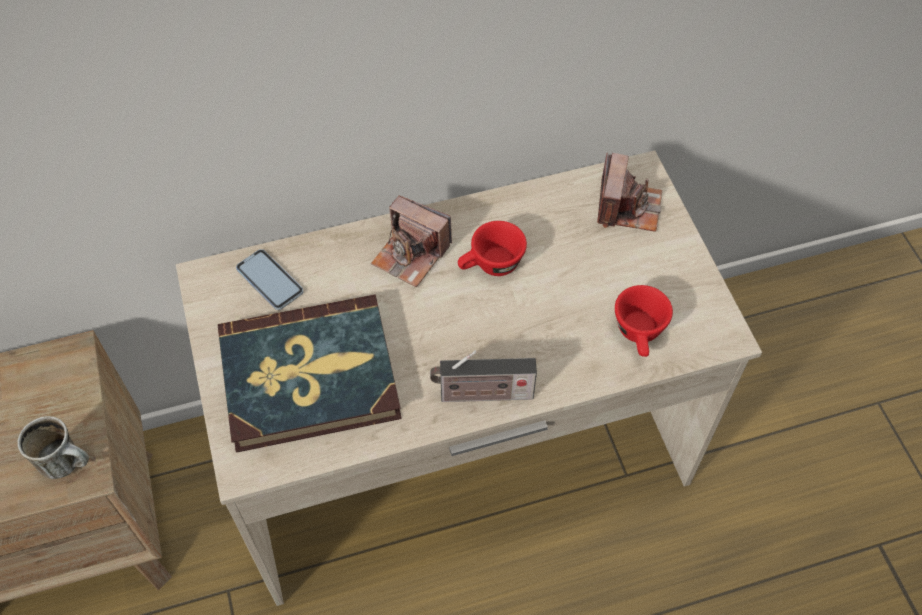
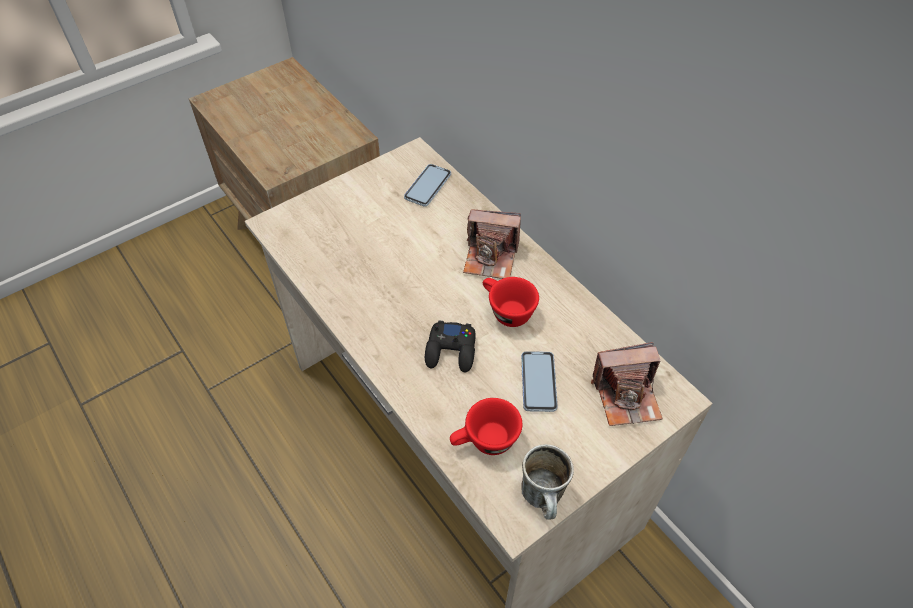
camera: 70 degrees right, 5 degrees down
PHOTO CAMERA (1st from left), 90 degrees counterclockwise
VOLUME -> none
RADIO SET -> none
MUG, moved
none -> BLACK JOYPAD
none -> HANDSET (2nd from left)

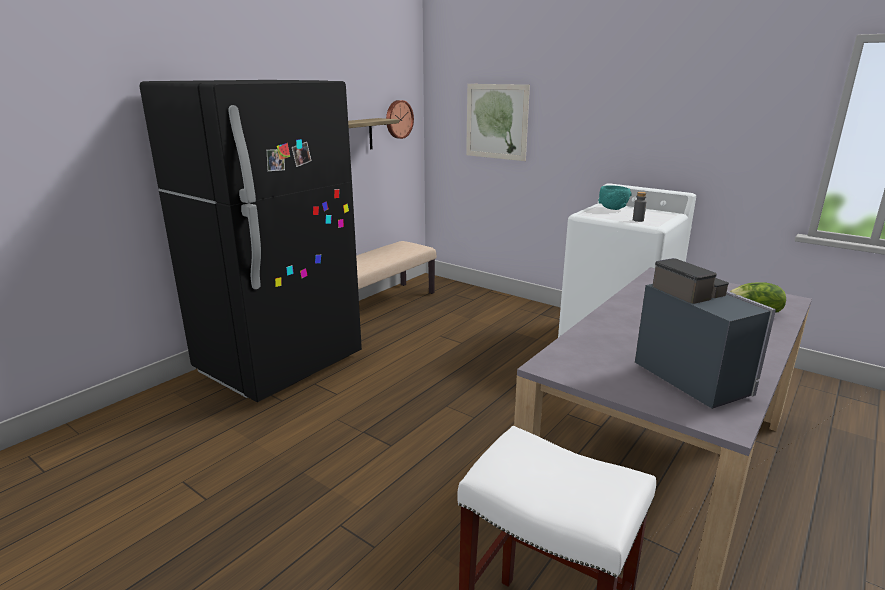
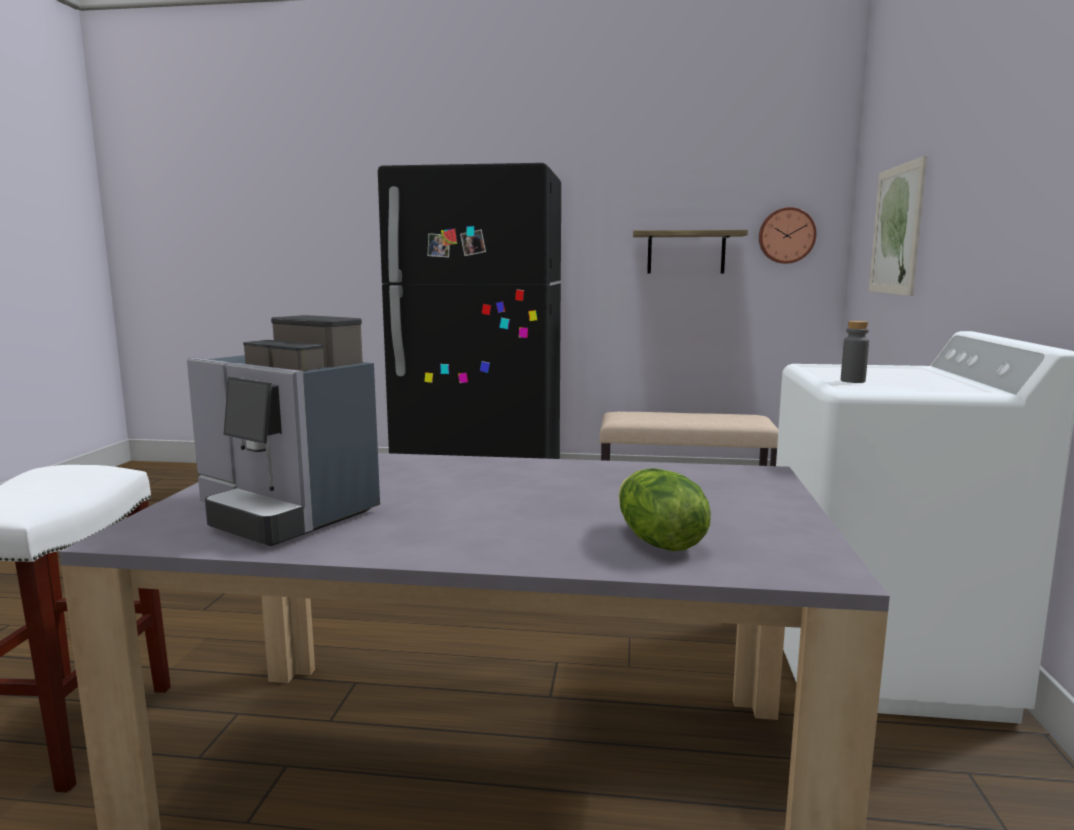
camera: 60 degrees right, 10 degrees down
TURQUOISE-COLOURED DEEP DISH -> none
COFFEE BREWER, 90 degrees clockwise

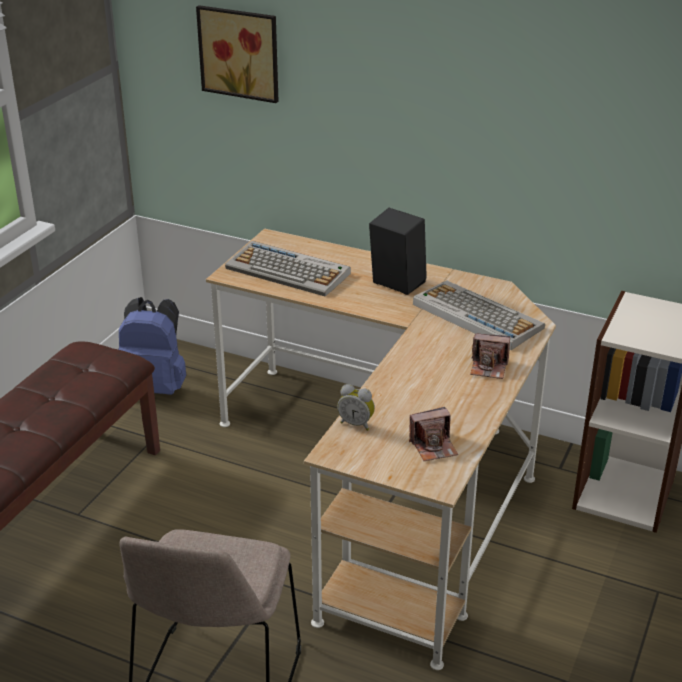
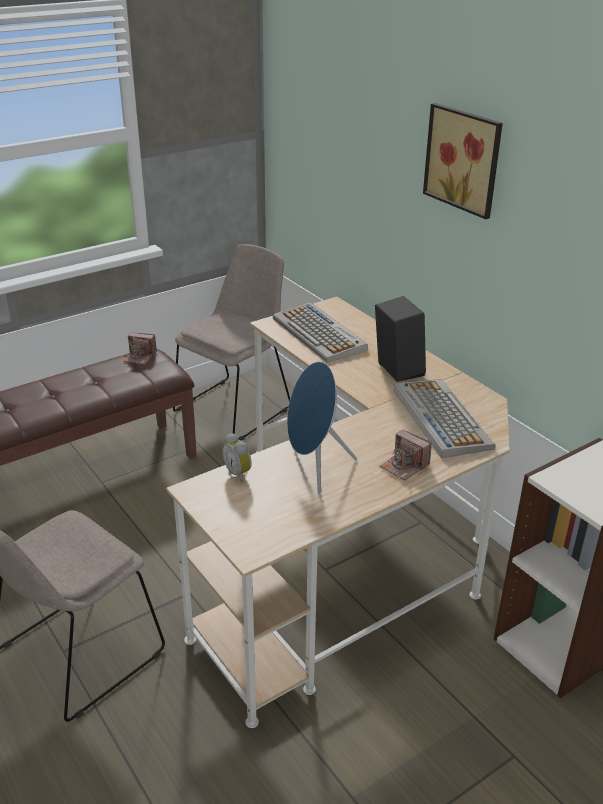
camera: 30 degrees right, 0 degrees up
PICTURE, moved
BLUE KNAPSACK -> BEIGE PLAIN CHAIR (2nd from left)
PHOTO CAMERA (1st from left), moved
none -> BLUE SPEAKER

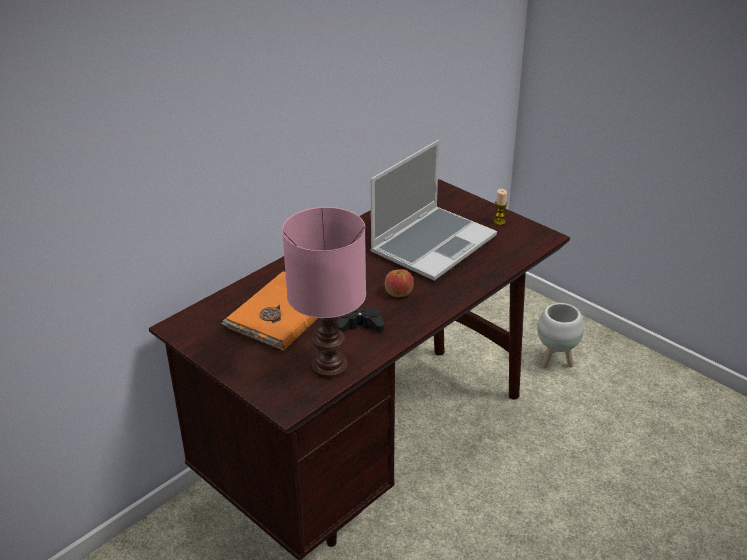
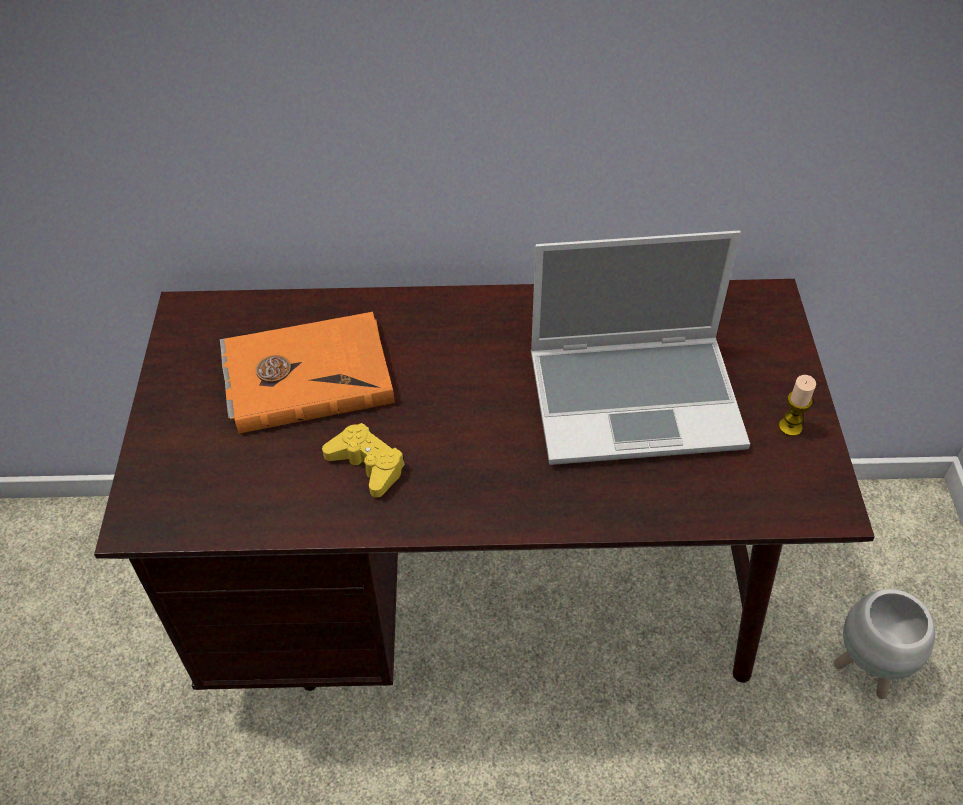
camera: 45 degrees right, 15 degrees up
PINKISH LAMP FOR A TABLE -> none
APPLE FRUIT -> none
BLACK JOYPAD -> YELLOWISH JOYPAD

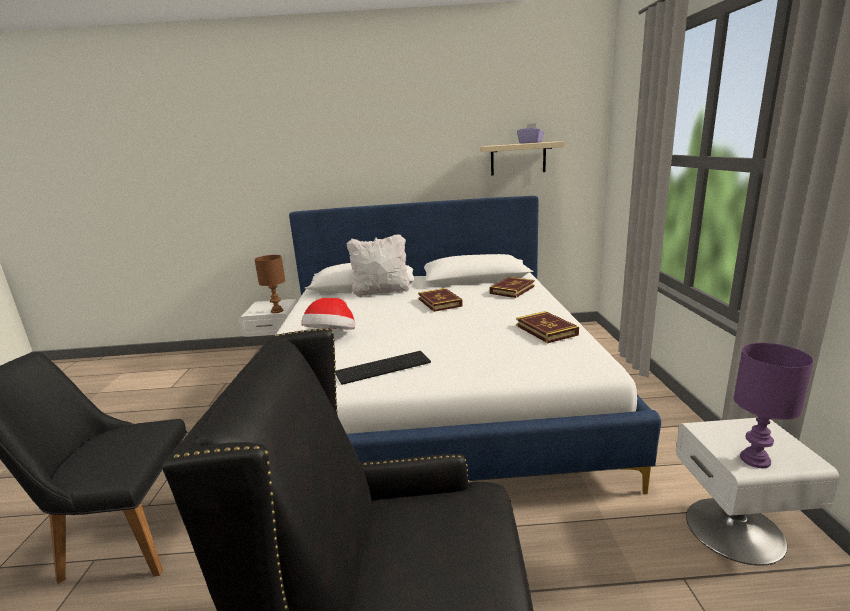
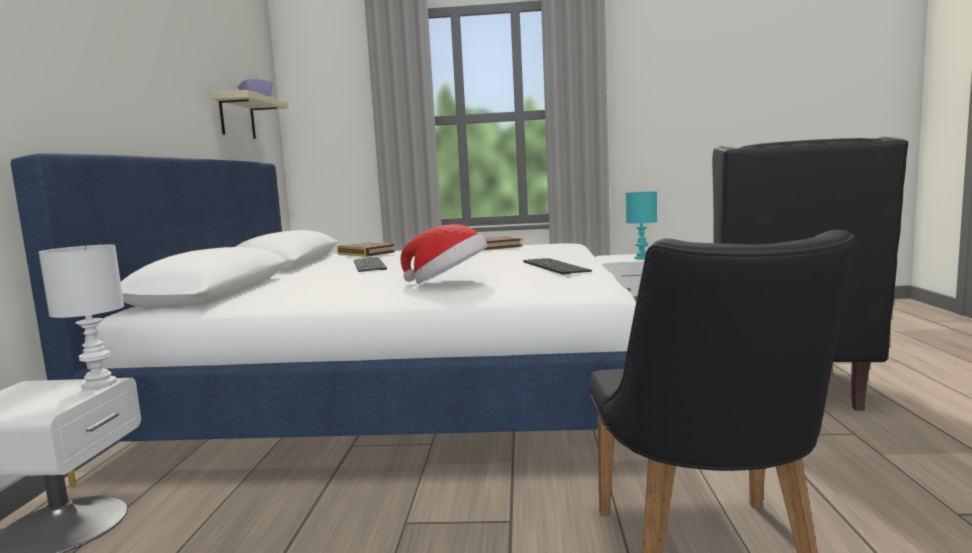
camera: 85 degrees left, 10 degrees down
WHITE-COLOURED THROW PILLOW -> none
BROWN-COLOURED LAMP FOR A TABLE -> WHITE-COLOURED LAMP FOR A TABLE
VOLUME (1st from left) -> PC KEYBOARD (1st from left)
PURPLE-COLOURED LAMP FOR A TABLE -> TURQUOISE-COLOURED LAMP FOR A TABLE

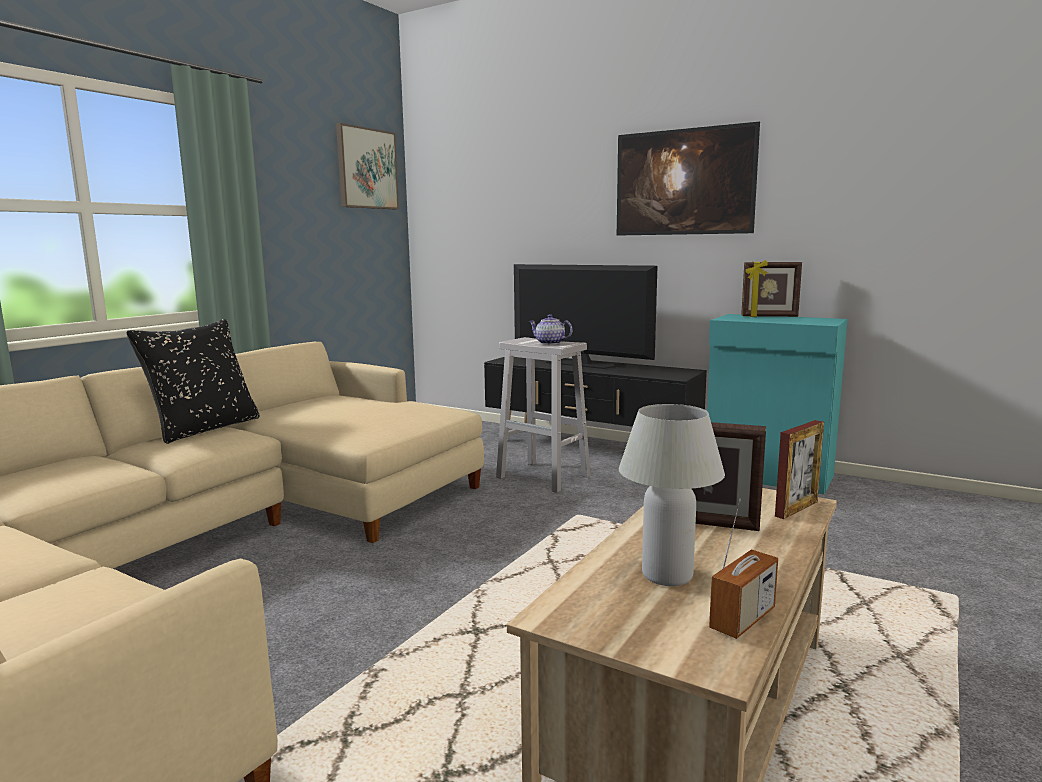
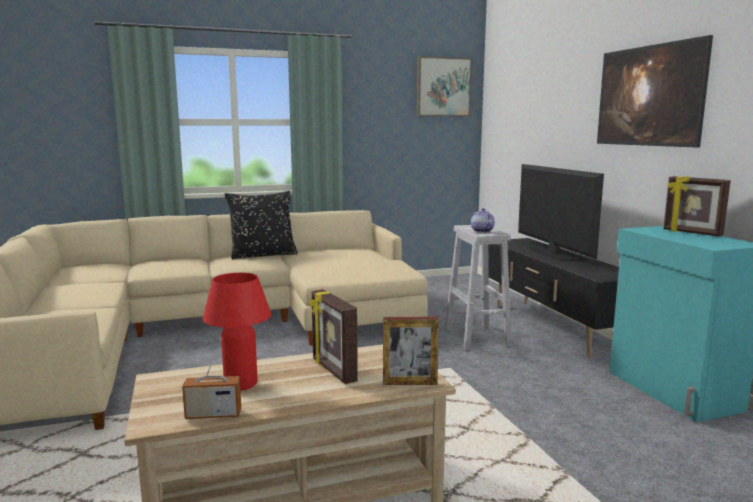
camera: 40 degrees right, 0 degrees up
WHITE-COLOURED LAMP FOR A TABLE -> RED LAMP FOR A TABLE

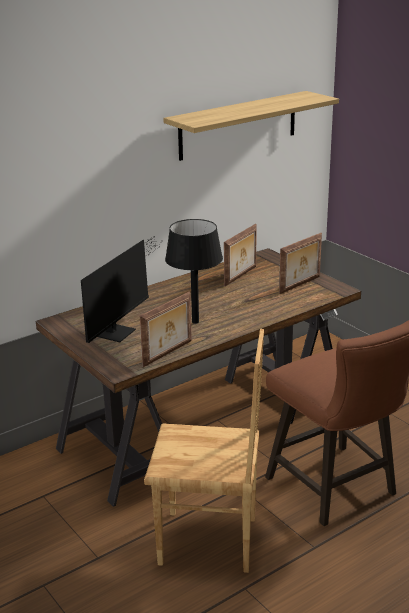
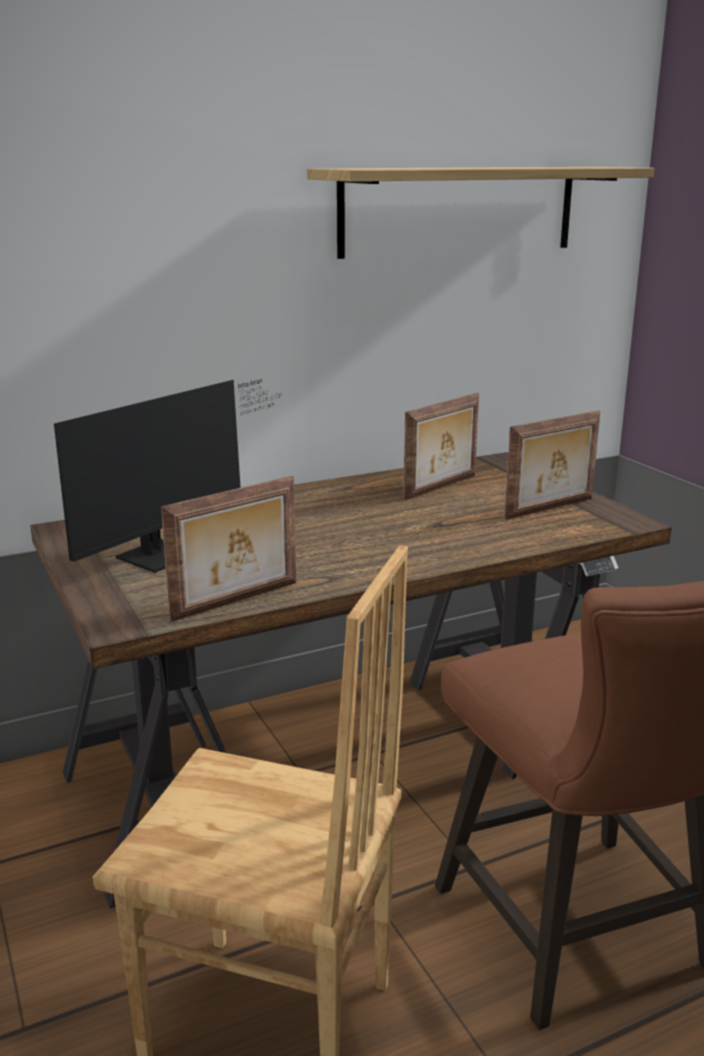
camera: 10 degrees right, 5 degrees down
BLACK LAMP FOR A TABLE -> none

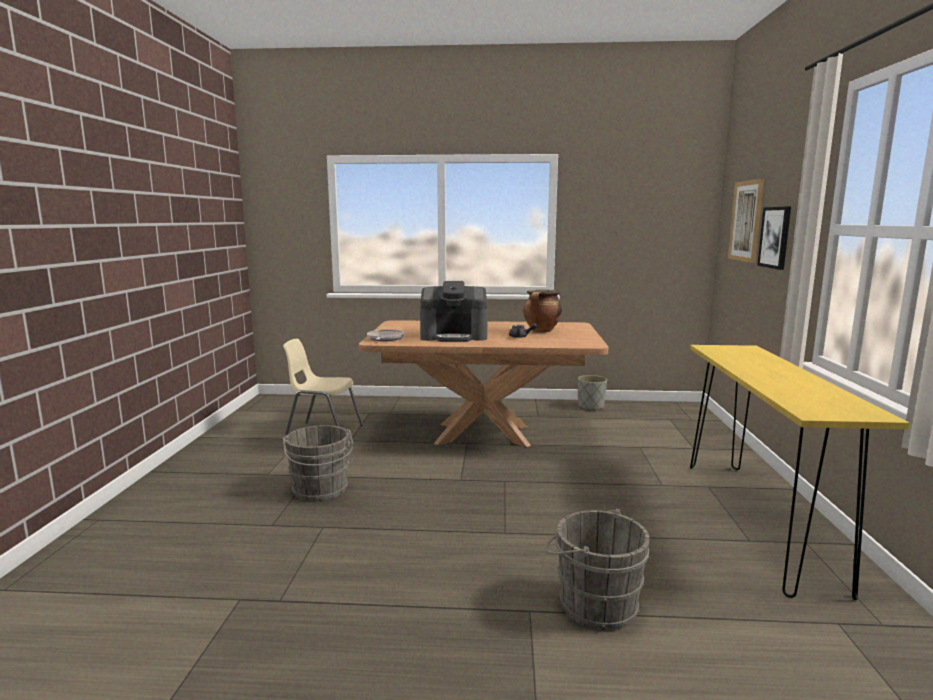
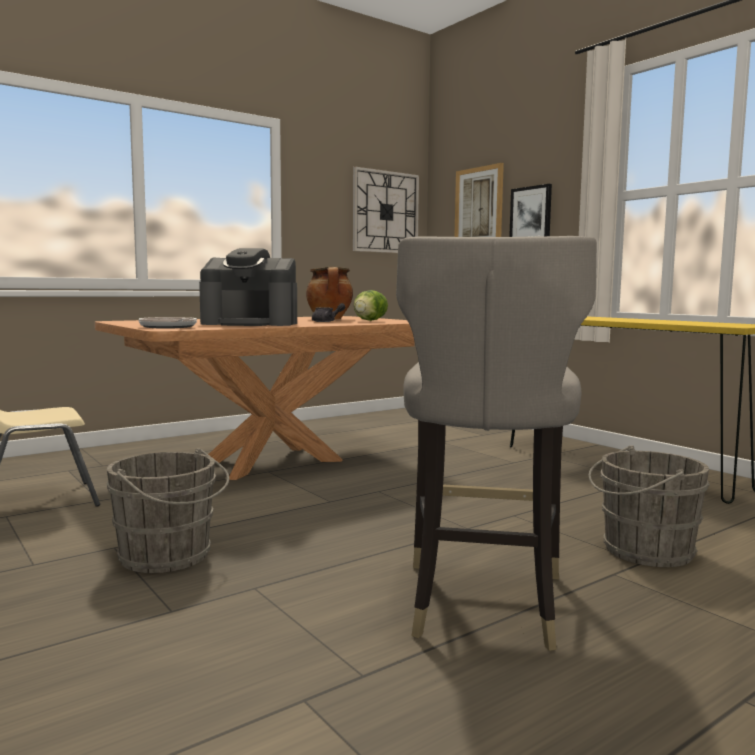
camera: 40 degrees left, 5 degrees down
COFFEE BREWER, 45 degrees clockwise
GREY FLOWER POT -> none
none -> WALL CLOCK
none -> GREY STOOL
none -> LETTUCE HEAD

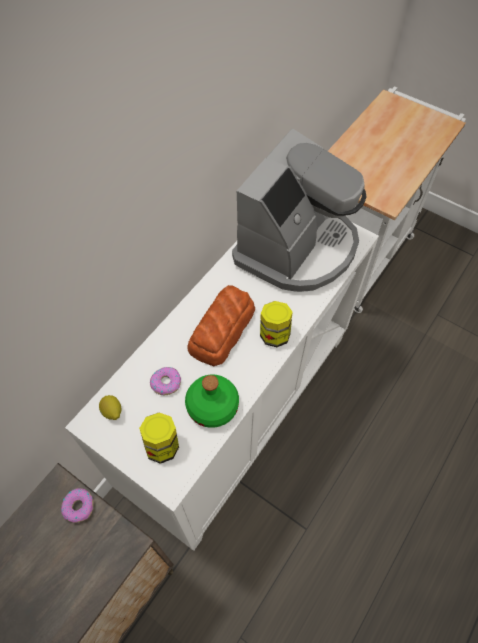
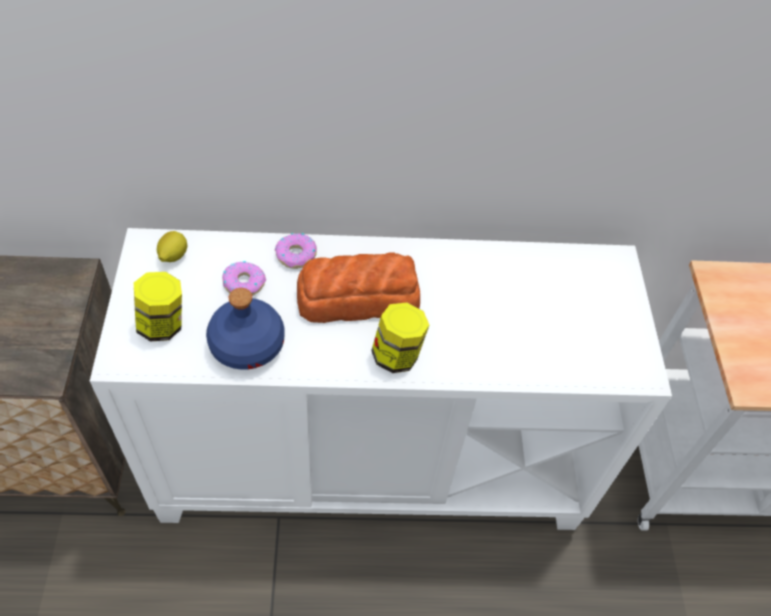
camera: 50 degrees right, 5 degrees down
COFFEE BREWER -> none
GREEN BOTTLE -> BLUE BOTTLE
DOUGHNUT (1st from left in the first image) -> DOUGHNUT (2nd from left), moved

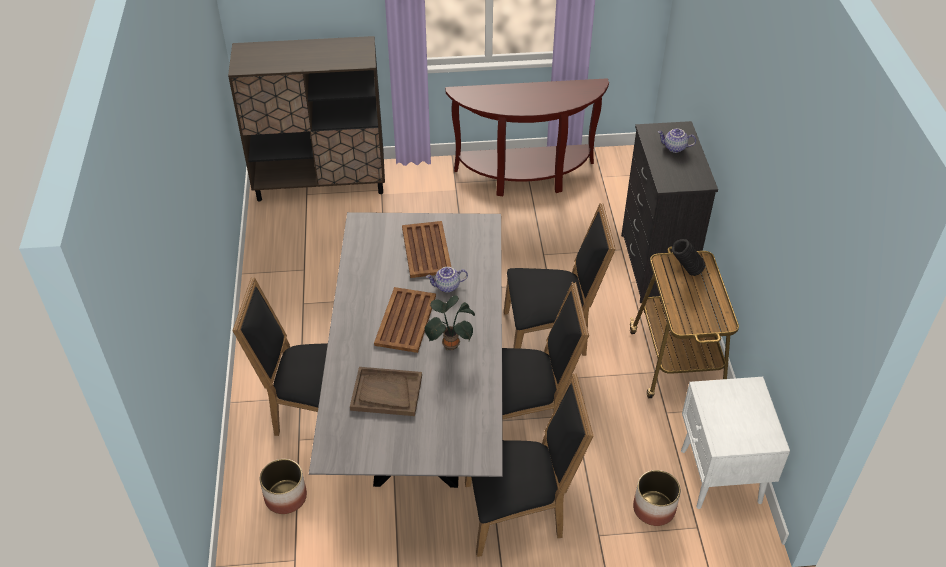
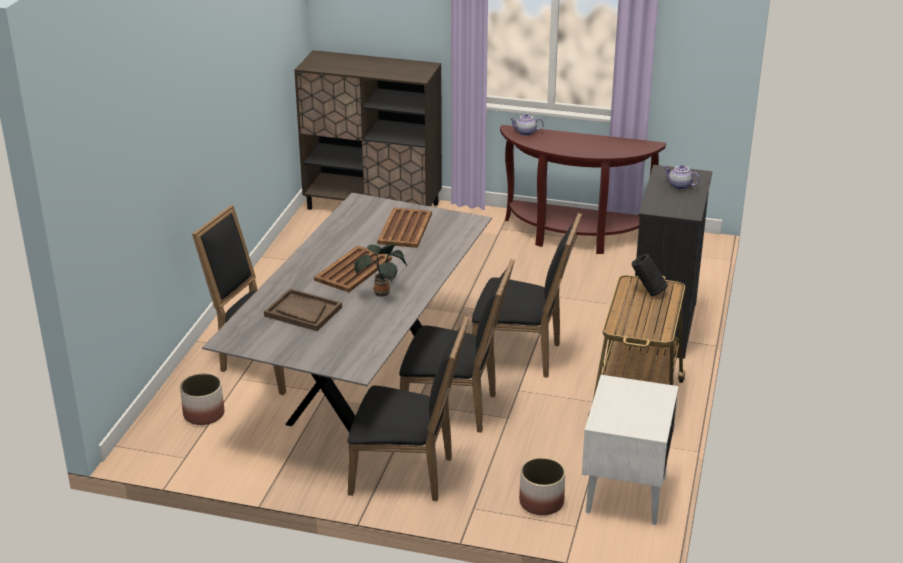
camera: 20 degrees right, 15 degrees down
TEAPOT (1st from left), moved

